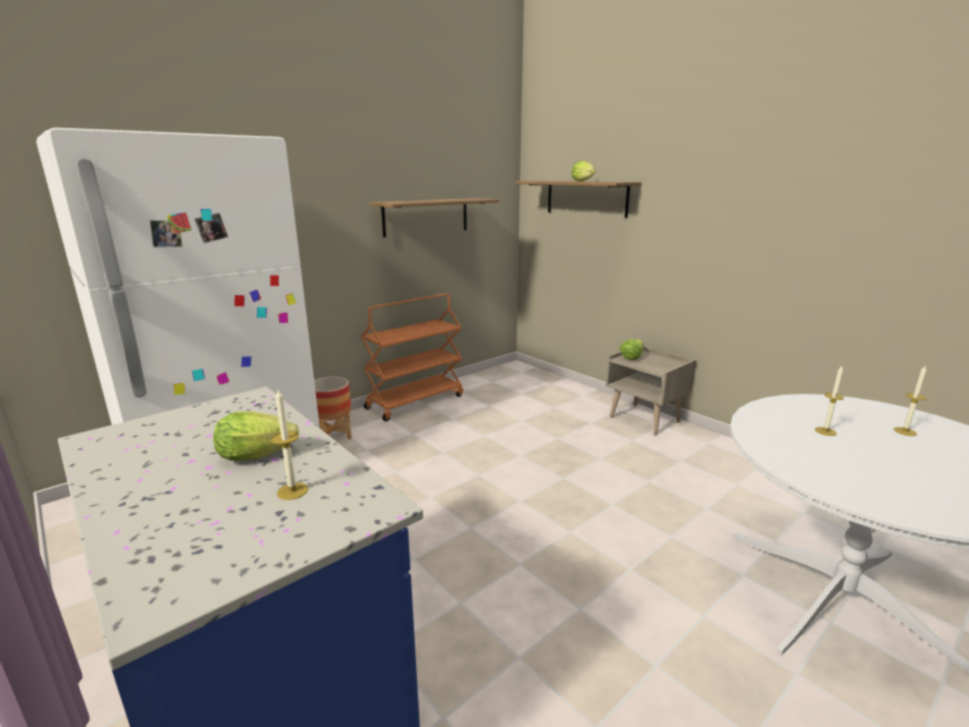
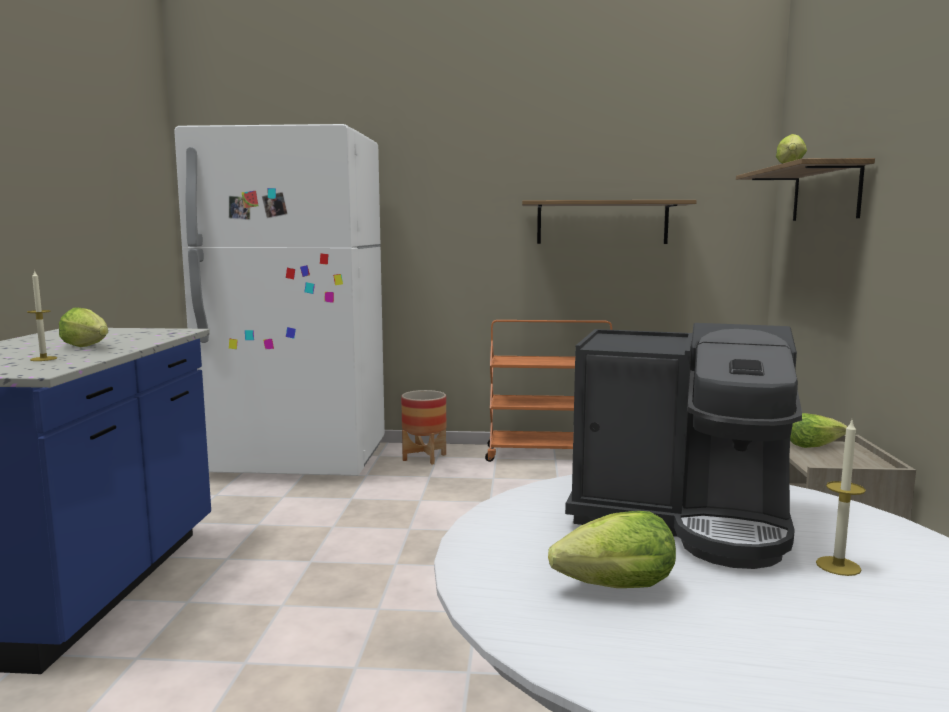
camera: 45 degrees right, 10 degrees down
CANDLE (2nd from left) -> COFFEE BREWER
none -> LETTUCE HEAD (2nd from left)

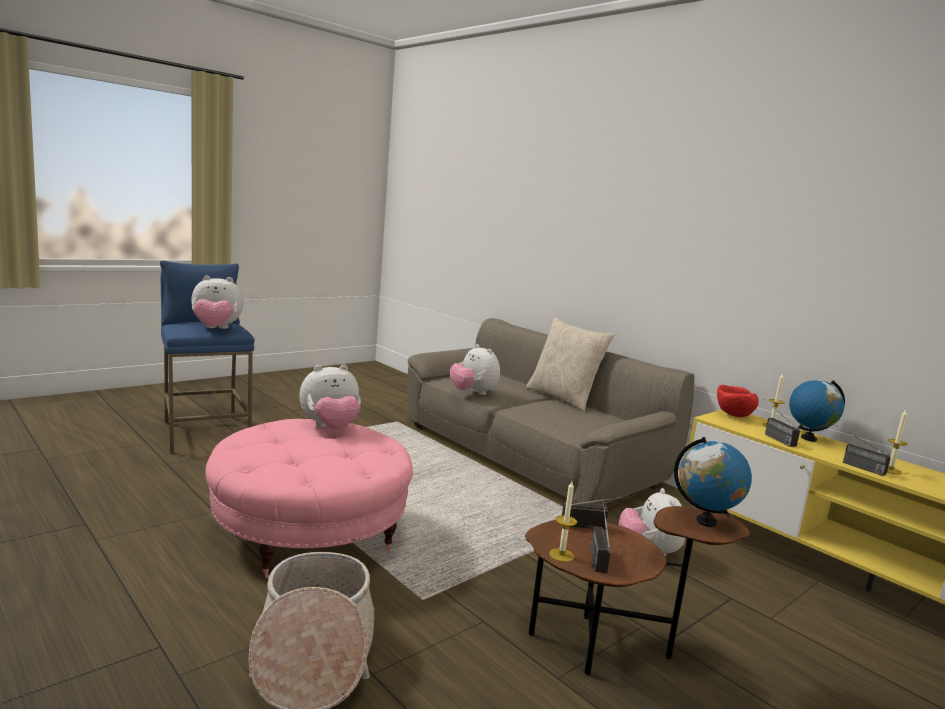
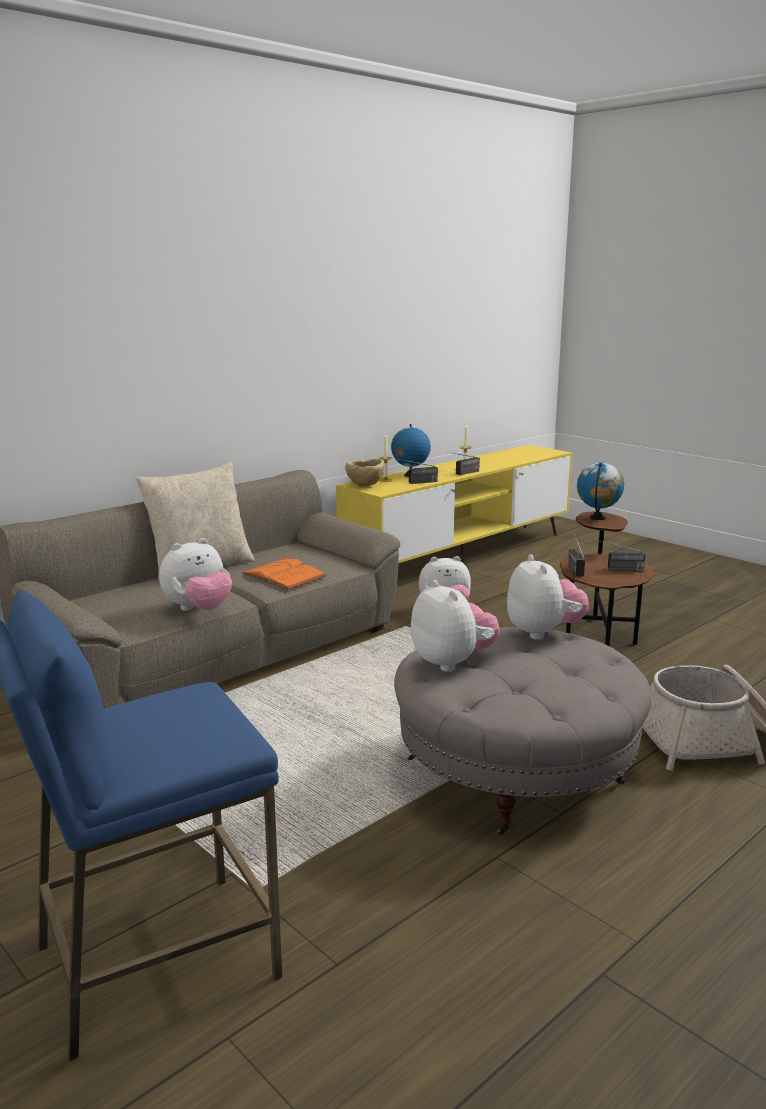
camera: 90 degrees left, 5 degrees up
PLUSH TOY (1st from left in the first image) -> PLUSH TOY (4th from left), moved
RED DEEP DISH -> BEIGE DEEP DISH
PINKISH POUFFE -> GREY POUFFE
CANDLE (1st from left) -> none
none -> ORANGEY VOLUME

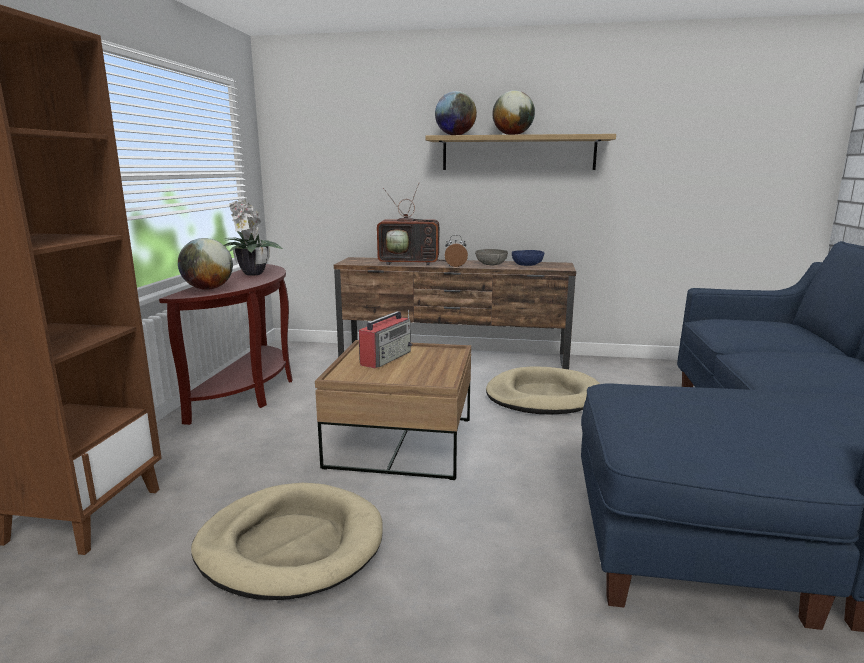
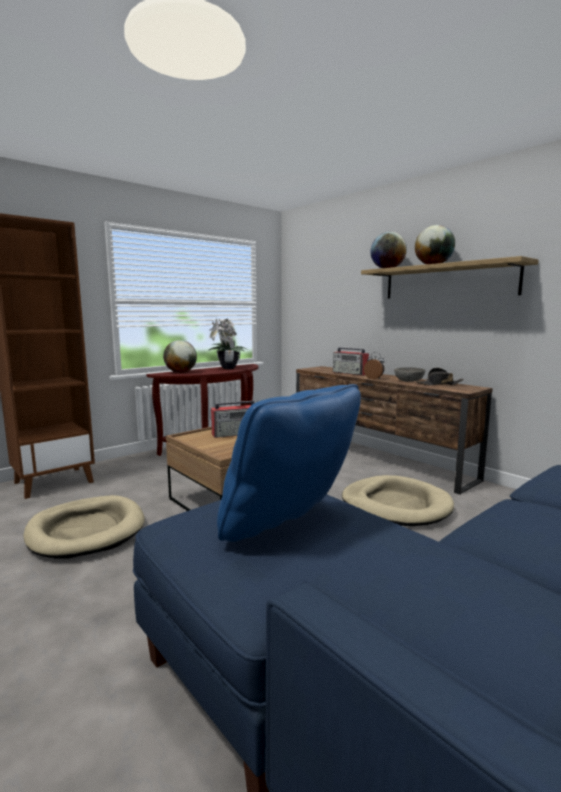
camera: 40 degrees right, 5 degrees down
TV -> RADIO SET (2nd from left)
BLUE DEEP DISH -> BLACK CLOTHING HAT
none -> BLUE THROW PILLOW

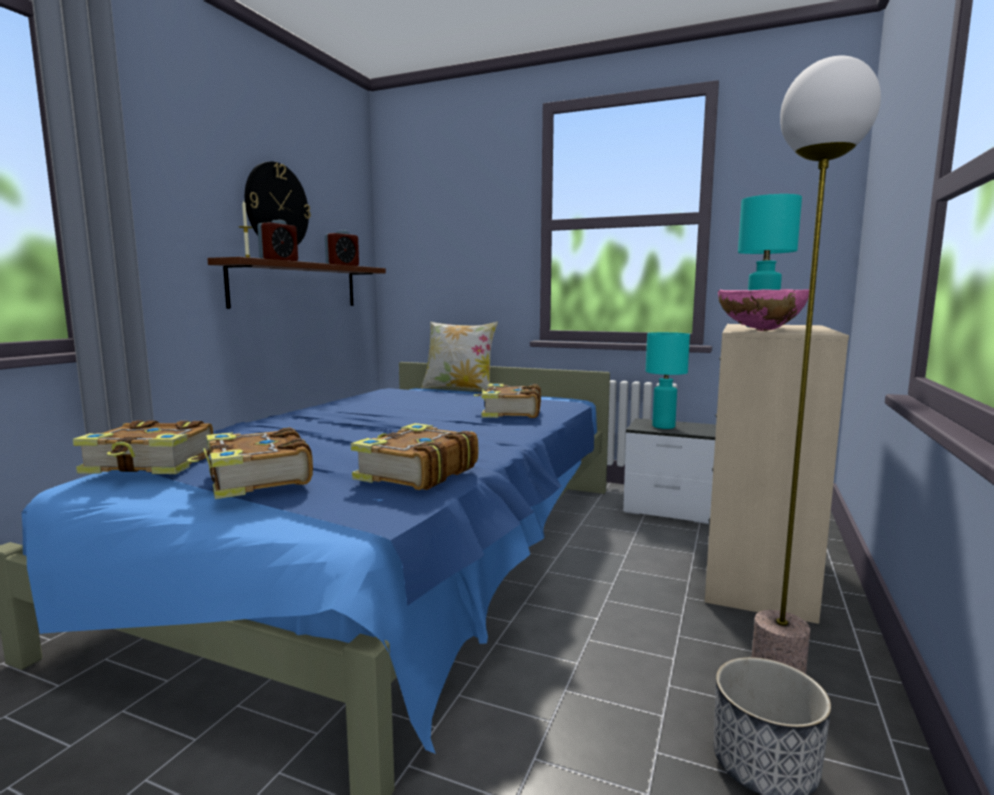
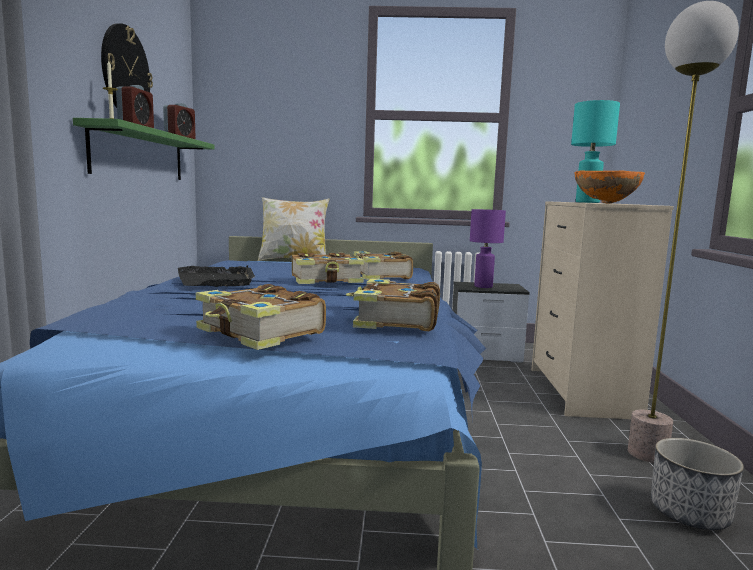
camera: 20 degrees left, 0 degrees up
BROWN-COLOURED WALL SHELF -> GREEN WALL SHELF
PINKISH DEEP DISH -> ORANGEY DEEP DISH
TURQUOISE-COLOURED LAMP FOR A TABLE (1st from left) -> PURPLE-COLOURED LAMP FOR A TABLE
VOLUME (1st from left in the first image) -> VOLUME (2nd from left), moved
none -> BLACK TRAY

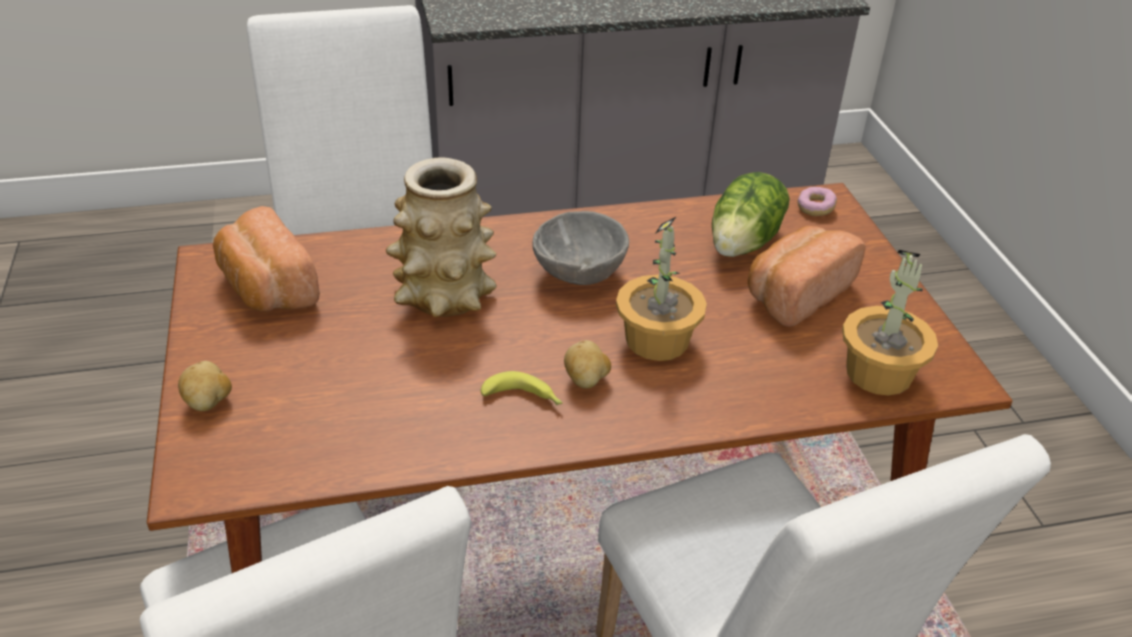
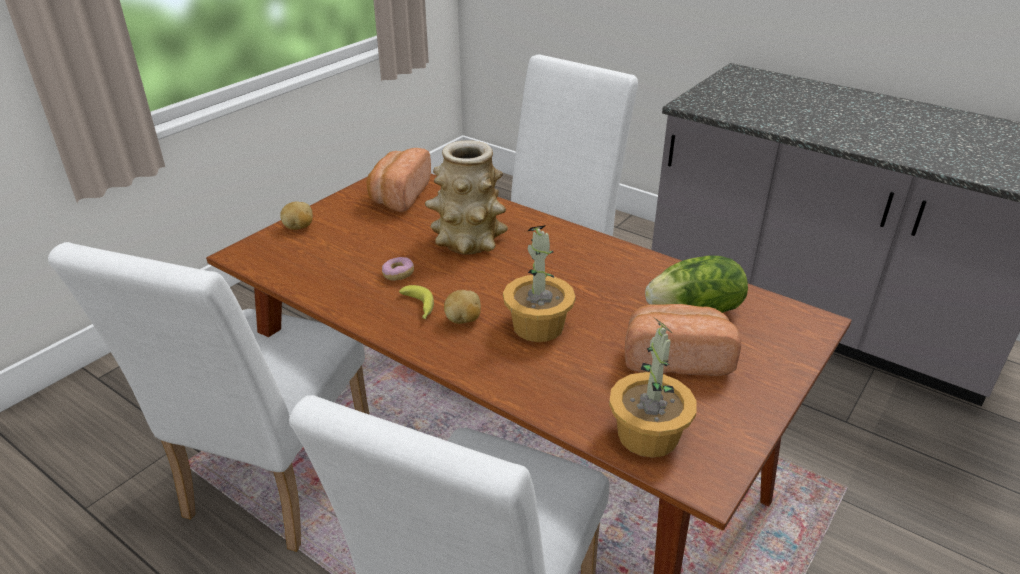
camera: 50 degrees right, 5 degrees down
DOUGHNUT, moved
GREY DEEP DISH -> none

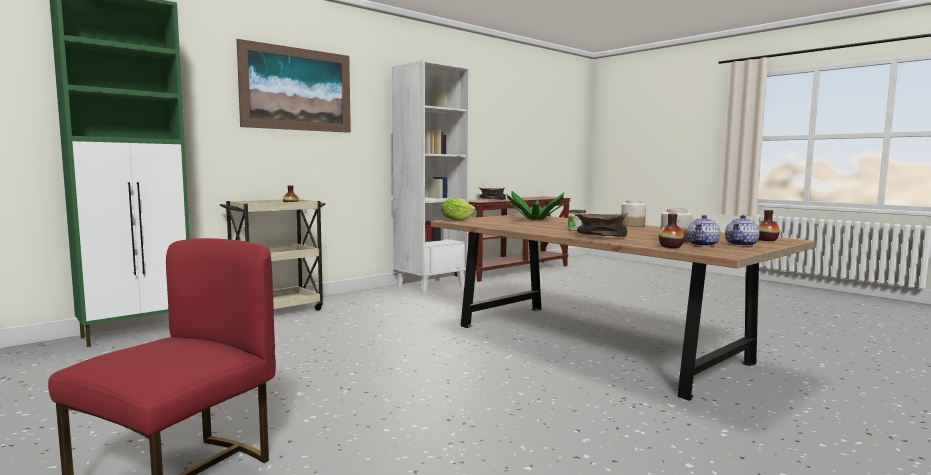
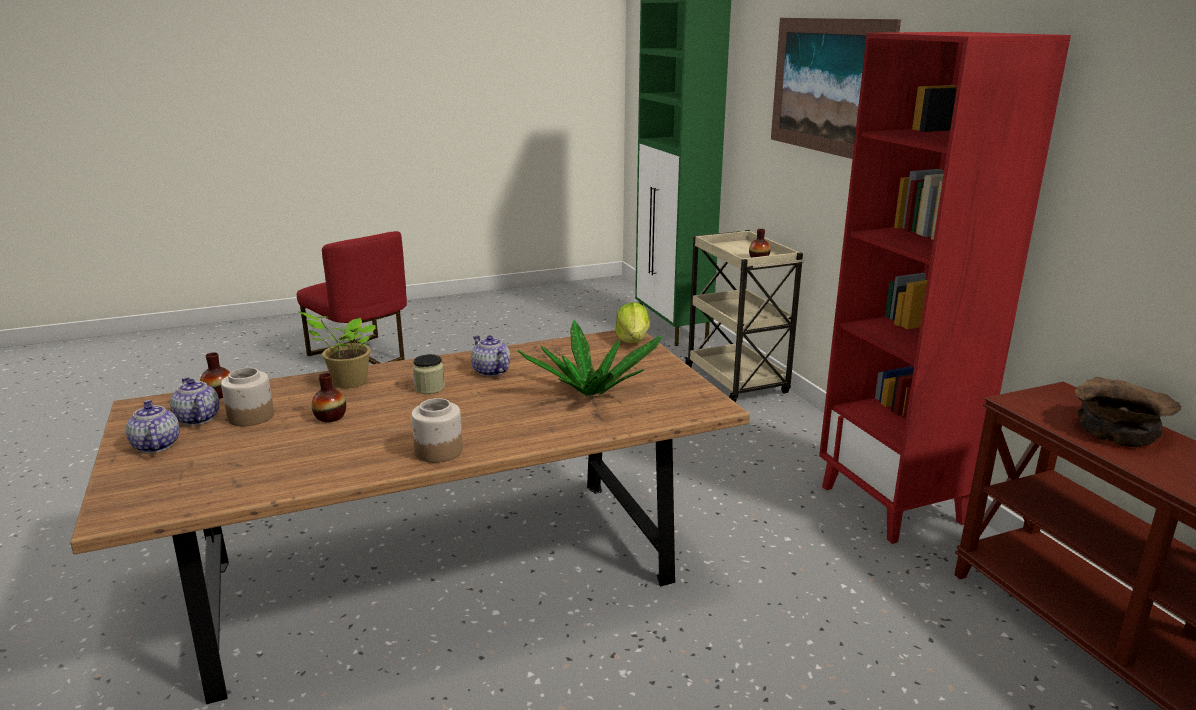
camera: 110 degrees right, 15 degrees up
WHITE-COLOURED BOOKSHELF -> RED BOOKSHELF
VASE (3rd from left in the first image) -> VASE (2nd from left), moved
BROWN-COLOURED DEEP DISH (2nd from left) -> HOUSEPLANT (1st from left)
none -> TEAPOT (3rd from left)

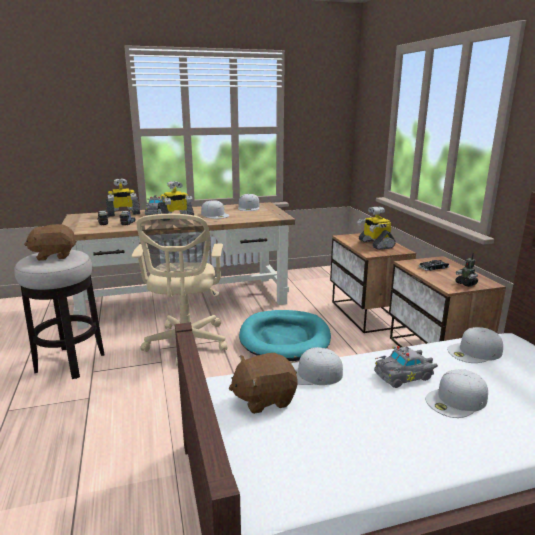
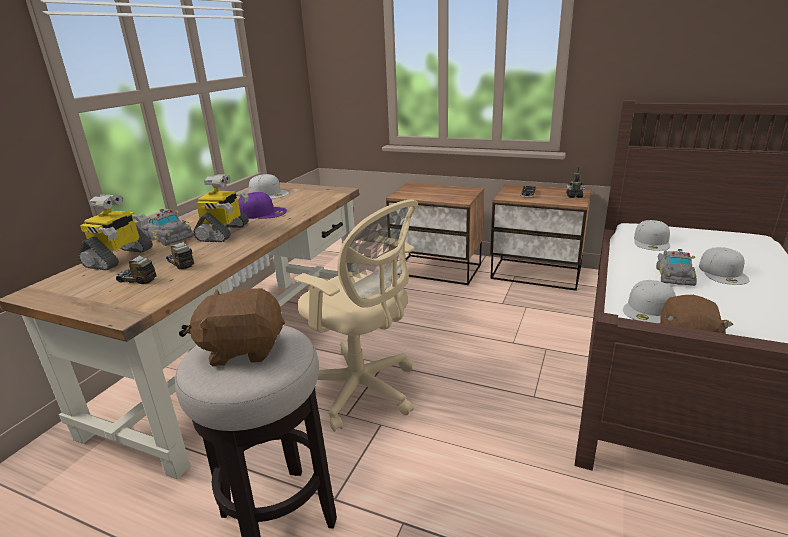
camera: 50 degrees left, 5 degrees up
WHITE-COLOURED PEAKED CAP (1st from left) -> PURPLE-COLOURED PEAKED CAP
TOY ROBOT (3rd from left) -> none
BROWN-COLOURED PLUSH TOY (1st from left), 60 degrees clockwise
TURQUOISE-COLOURED PET BED -> none

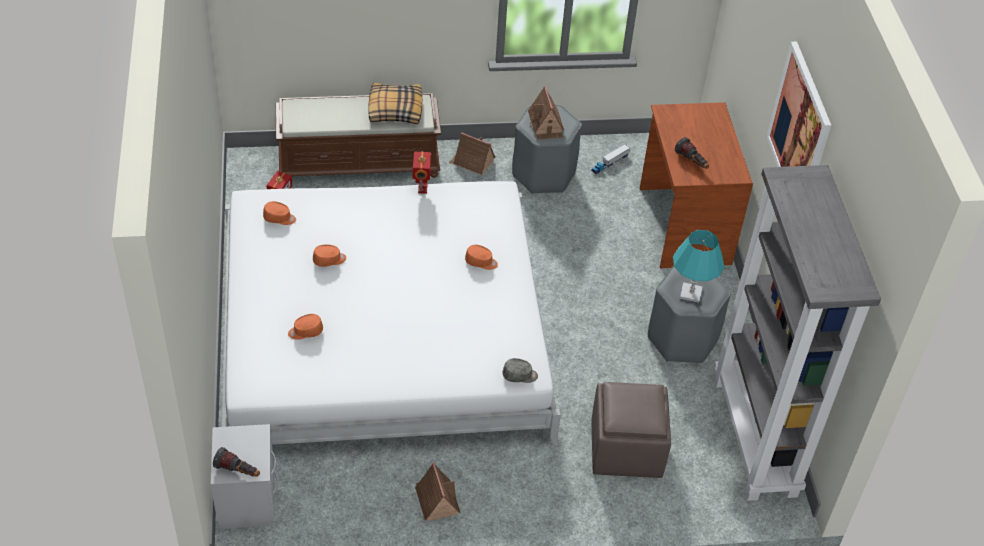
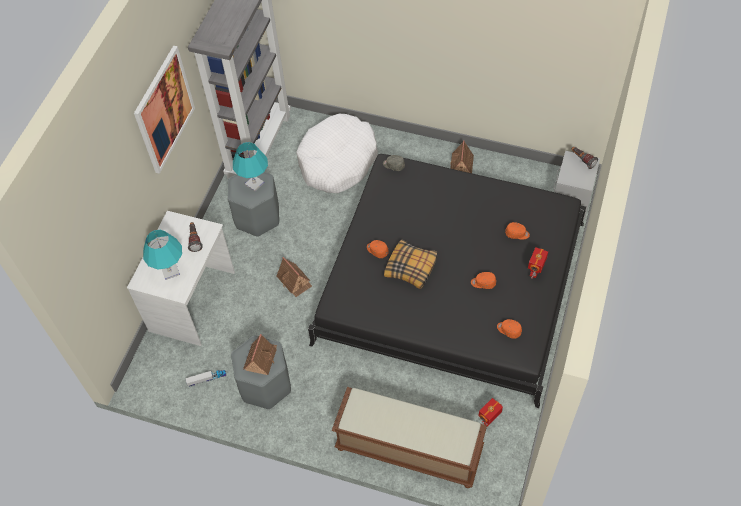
camera: 150 degrees left, 10 degrees up
THROW PILLOW, moved
BROWN-COLOURED DESK -> WHITE-COLOURED DESK
TOY HOUSE (2nd from left), moved
TOY ROBOT (2nd from left), moved
WHITE-COLOURED BEDROOM BED -> BLACK BEDROOM BED
BROWN-COLOURED POUFFE -> WHITE-COLOURED PET BED
none -> TURQUOISE-COLOURED LAMP FOR A TABLE (1st from left)

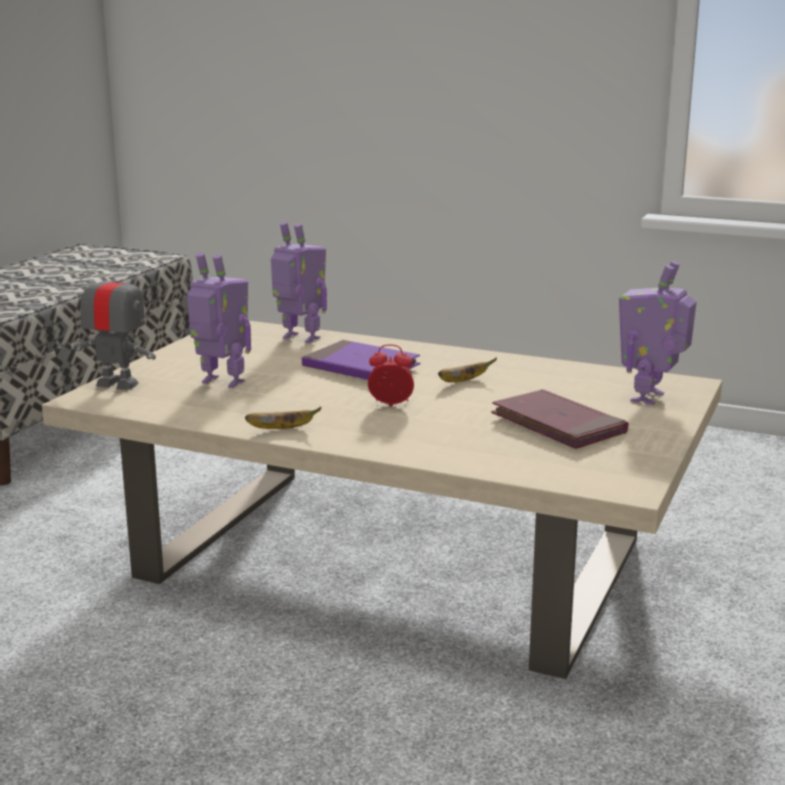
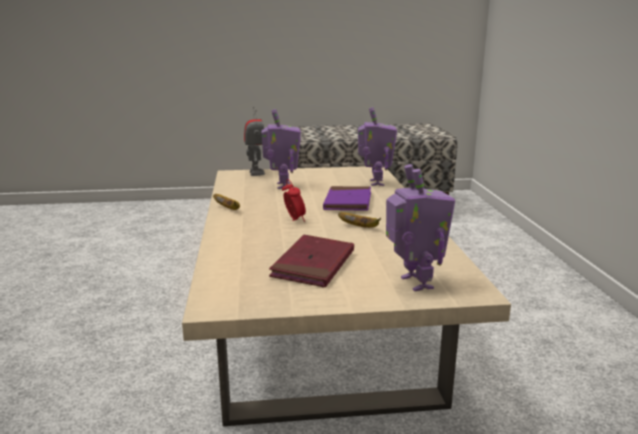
camera: 60 degrees right, 0 degrees up
TOY ROBOT (4th from left), 75 degrees clockwise

